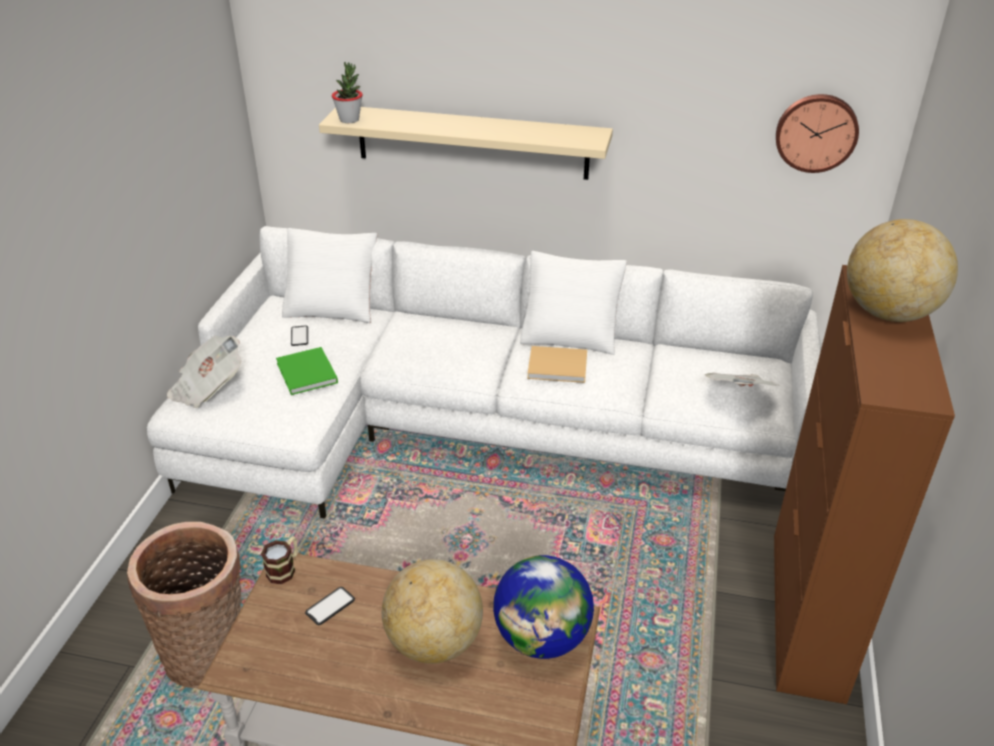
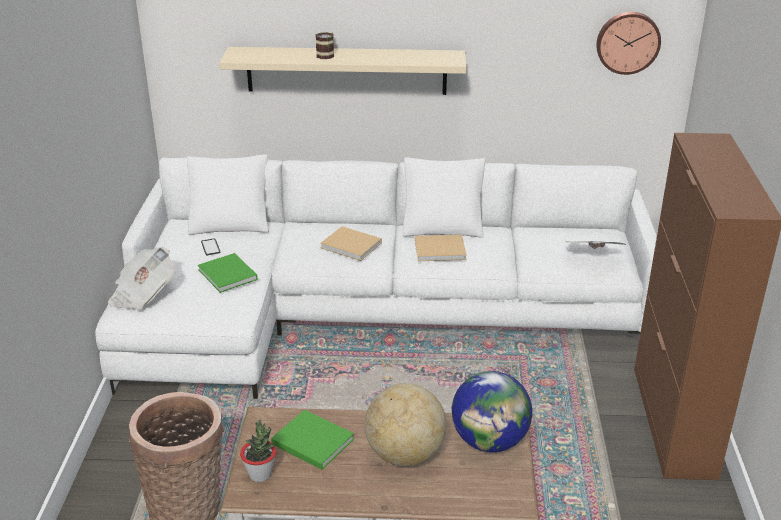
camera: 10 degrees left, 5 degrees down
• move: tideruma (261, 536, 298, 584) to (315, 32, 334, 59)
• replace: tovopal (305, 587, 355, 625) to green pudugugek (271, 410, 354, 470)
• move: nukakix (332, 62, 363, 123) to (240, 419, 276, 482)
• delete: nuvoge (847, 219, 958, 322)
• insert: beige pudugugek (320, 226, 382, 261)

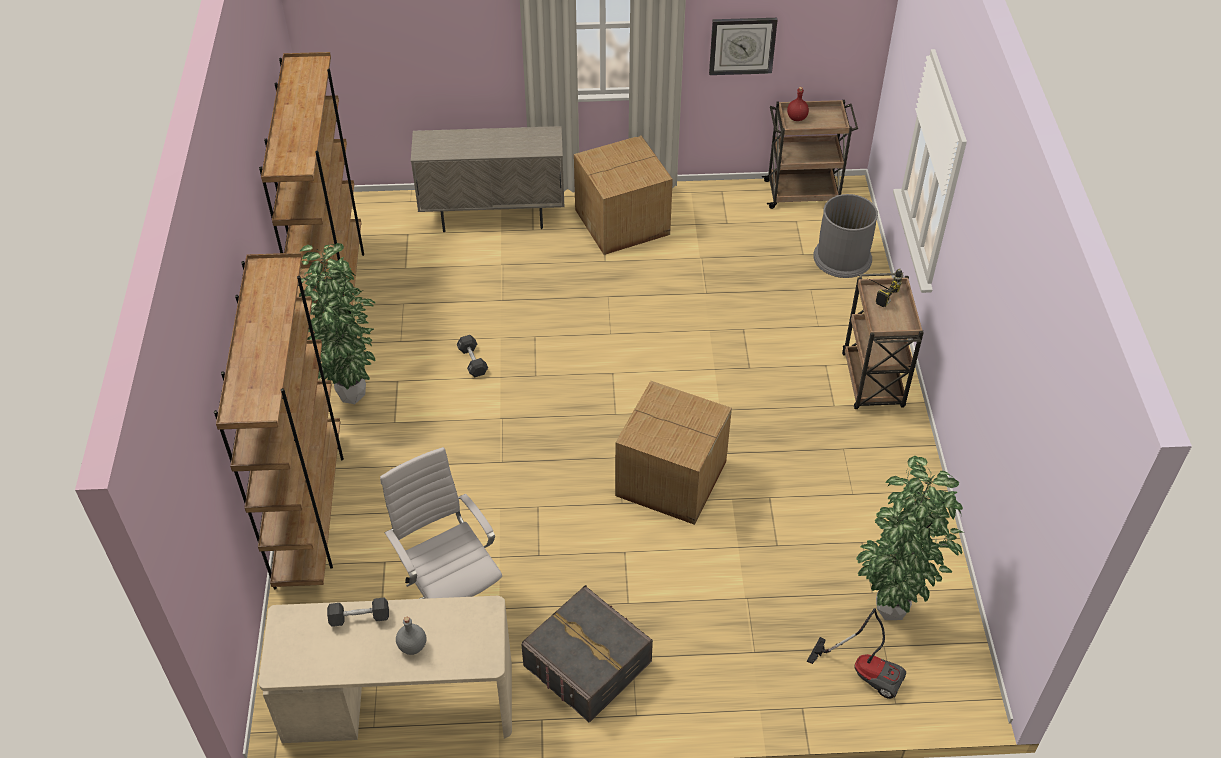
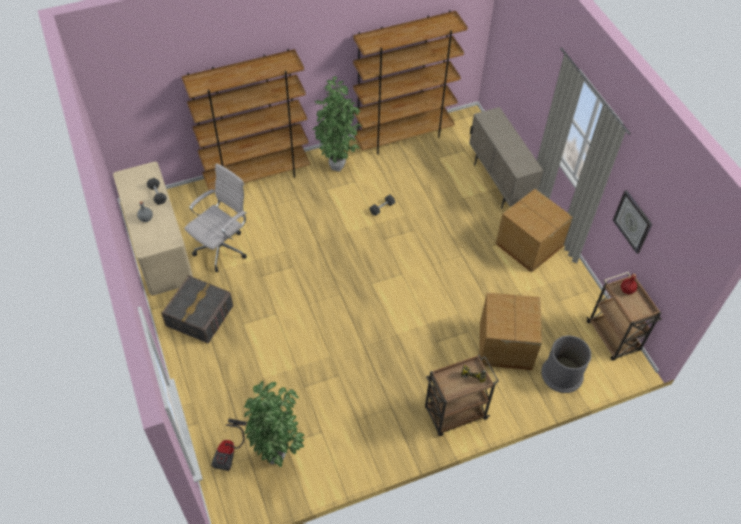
camera: 70 degrees right, 5 degrees up
• move: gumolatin (615, 381, 732, 525) to (480, 292, 542, 370)

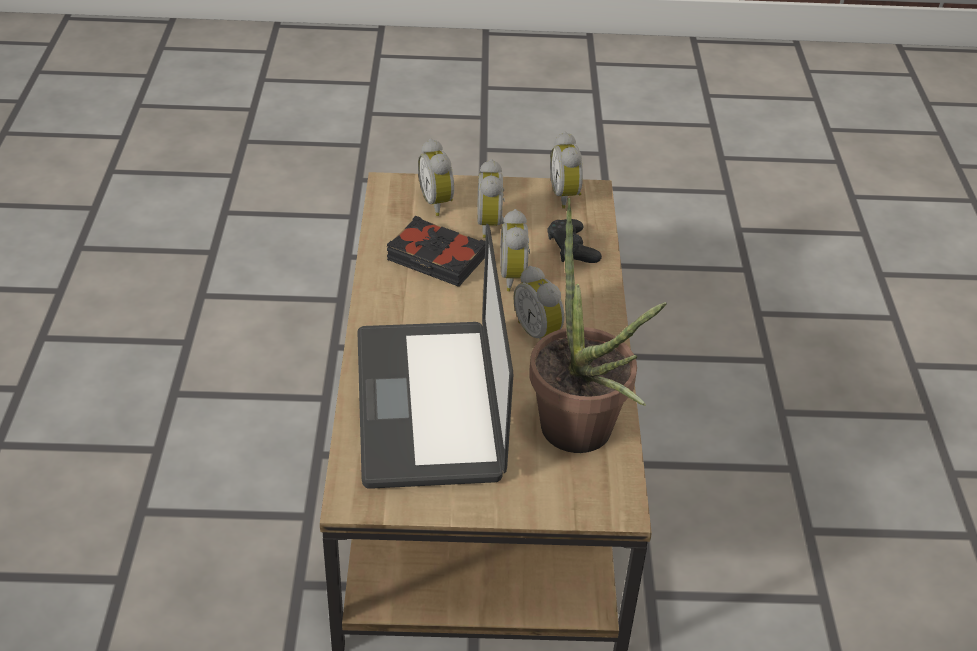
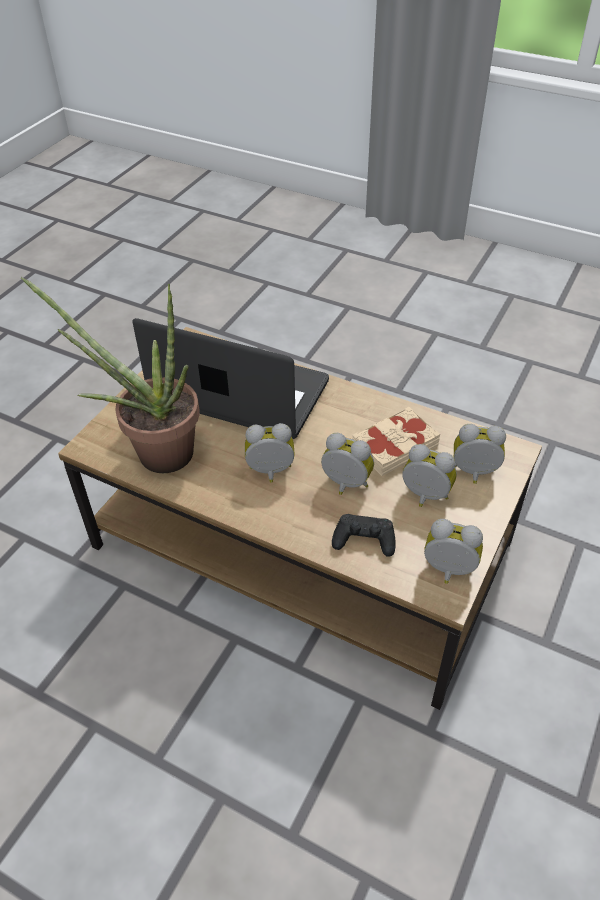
camera: 120 degrees right, 5 degrees up
• recolor: black pudugugek (387, 216, 485, 287) to beige pudugugek (352, 407, 440, 476)

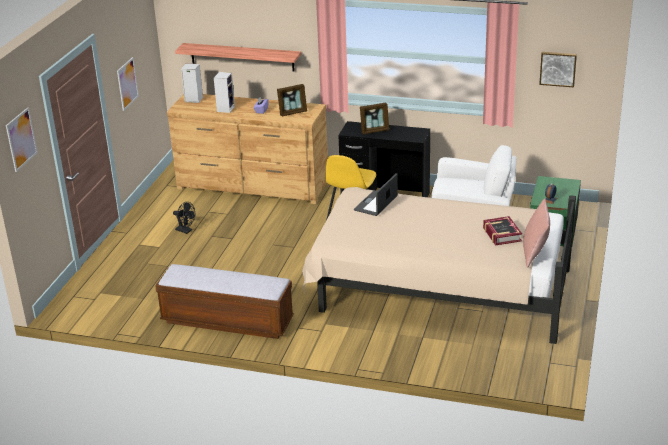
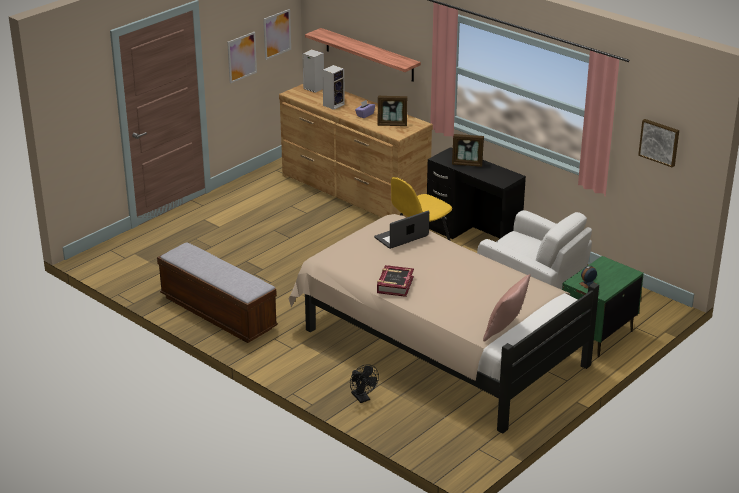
camera: 25 degrees right, 0 degrees up
• move: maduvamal (6, 107, 38, 172) to (263, 9, 291, 60)
• move: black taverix (173, 202, 195, 234) to (350, 364, 379, 403)
• move: pudugugek (483, 216, 522, 246) to (377, 265, 414, 297)

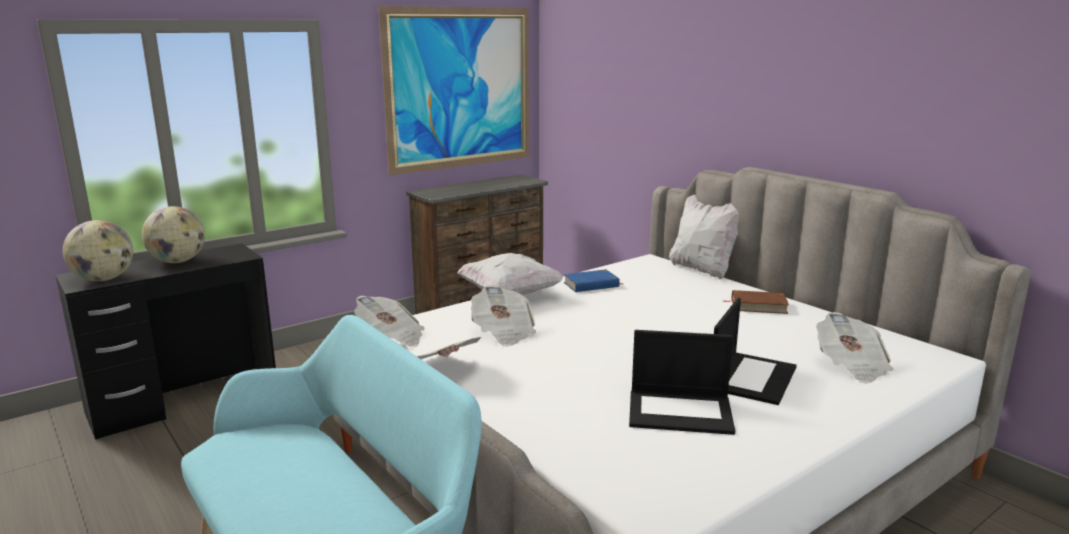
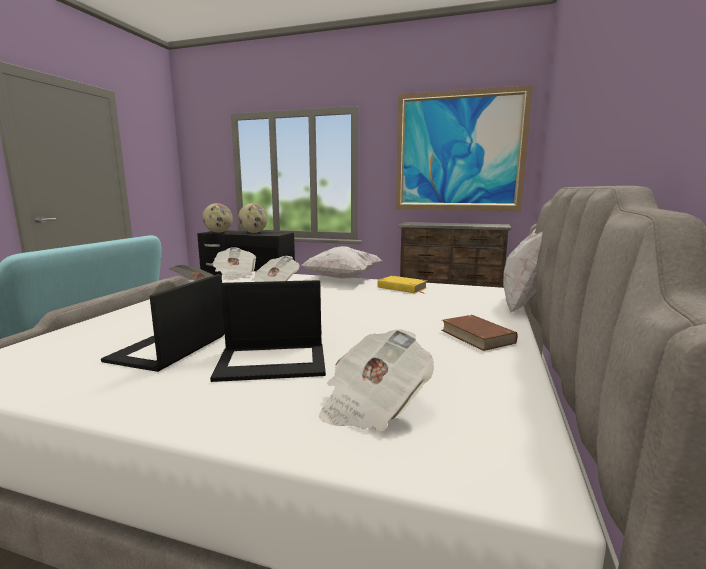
camera: 55 degrees right, 5 degrees down
• recolor: blue pudugugek (563, 269, 623, 292) to yellow pudugugek (377, 276, 427, 294)
• rotate: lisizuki (629, 330, 735, 435) = (101, 274, 225, 372) 45 degrees clockwise

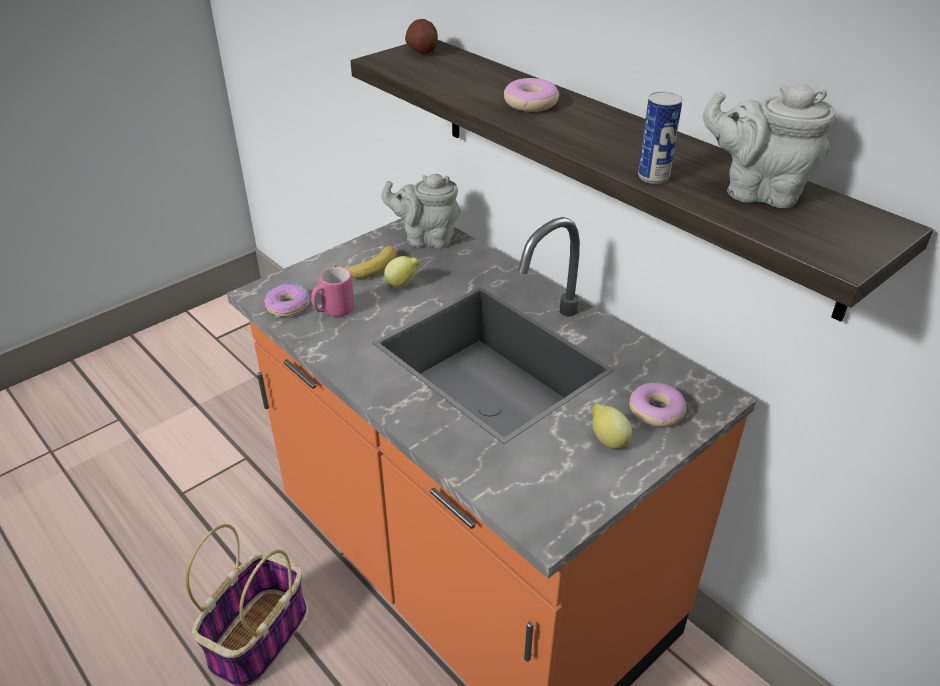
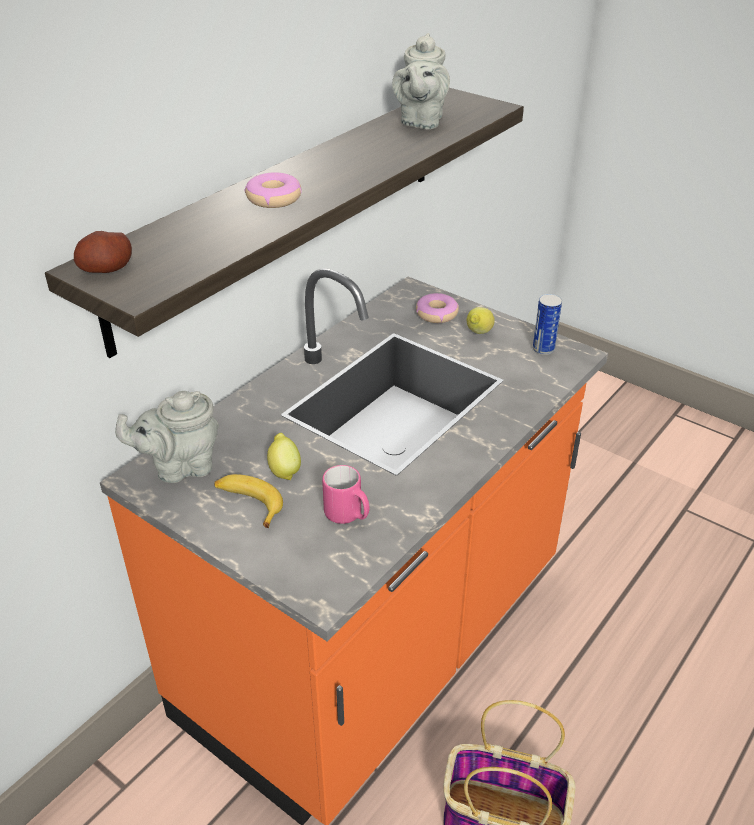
camera: 100 degrees left, 0 degrees up
• delete: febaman (264, 283, 310, 317)
• rotate: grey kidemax (381, 174, 461, 248) = (115, 391, 219, 483) 75 degrees clockwise
• move: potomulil (638, 92, 683, 184) to (533, 294, 562, 355)

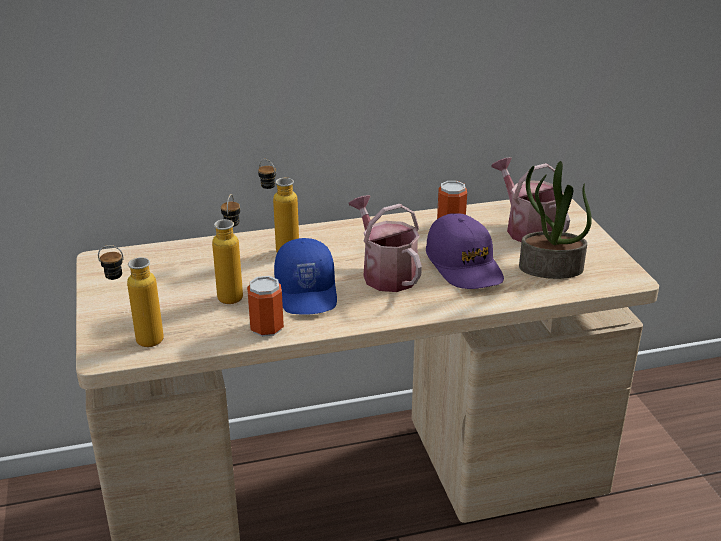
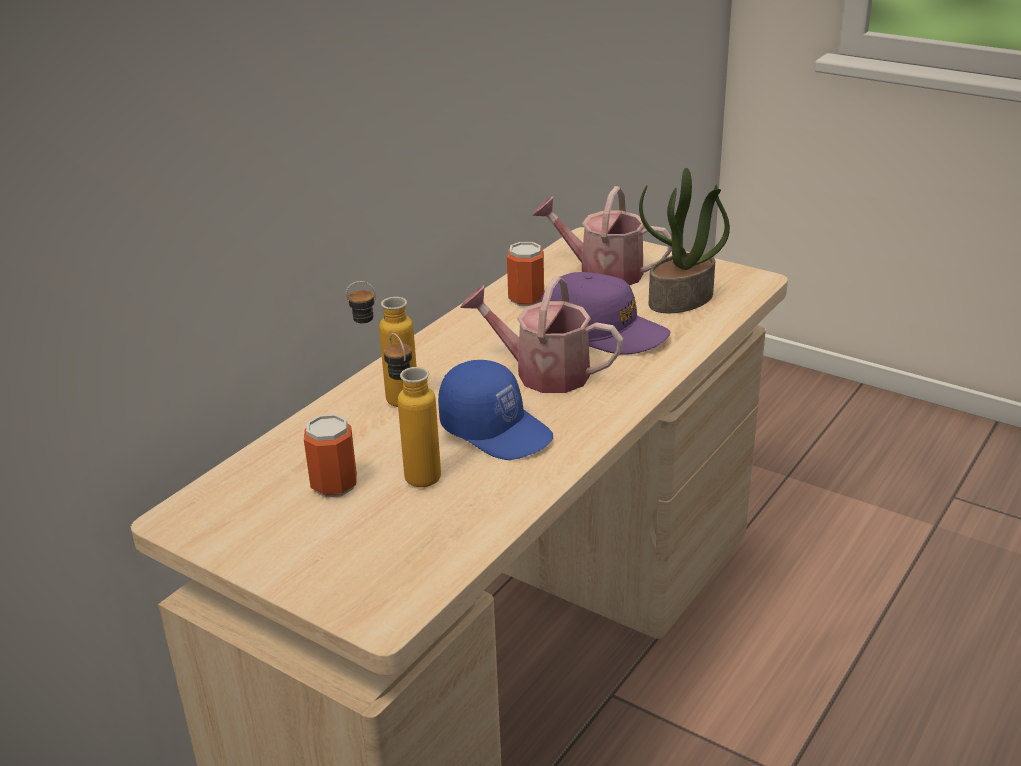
camera: 40 degrees left, 0 degrees up
• delete: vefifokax (98, 245, 164, 347)
• move: potomulil (247, 276, 284, 337) to (304, 414, 357, 498)

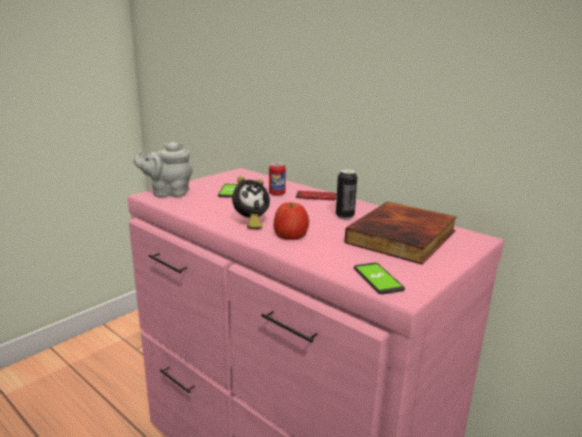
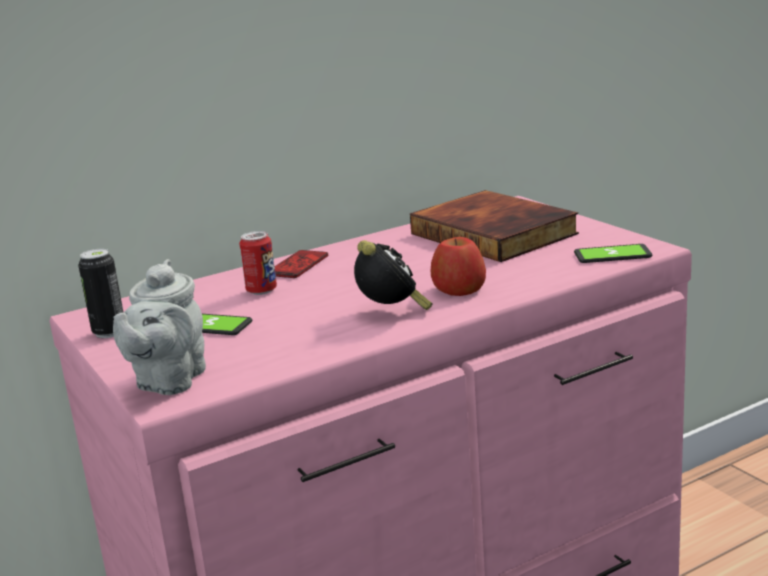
camera: 70 degrees left, 0 degrees up
• move: potomulil (336, 169, 357, 219) to (78, 249, 124, 338)

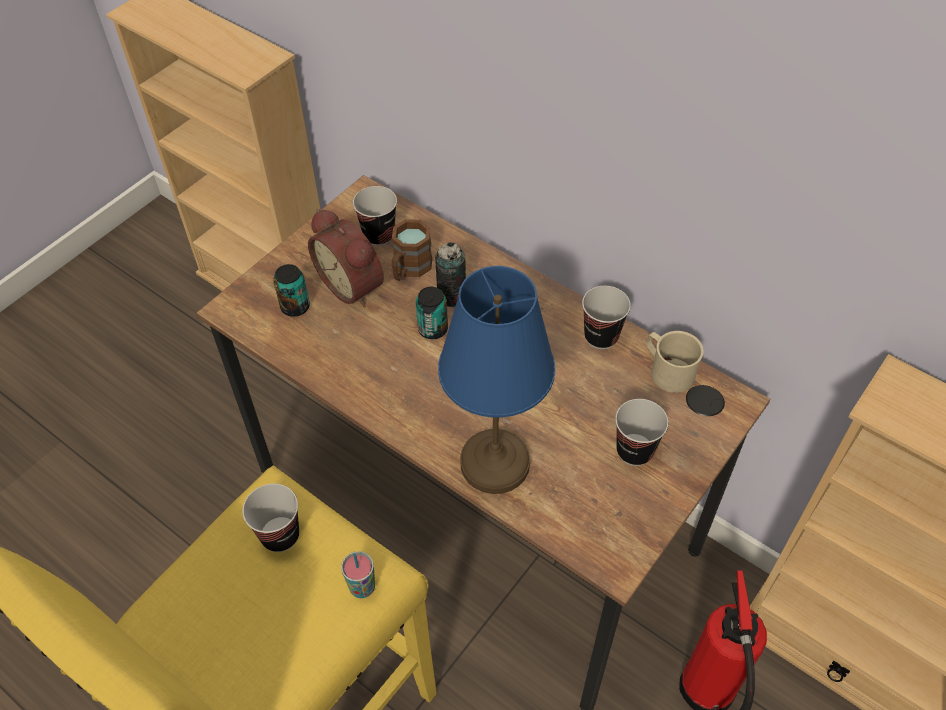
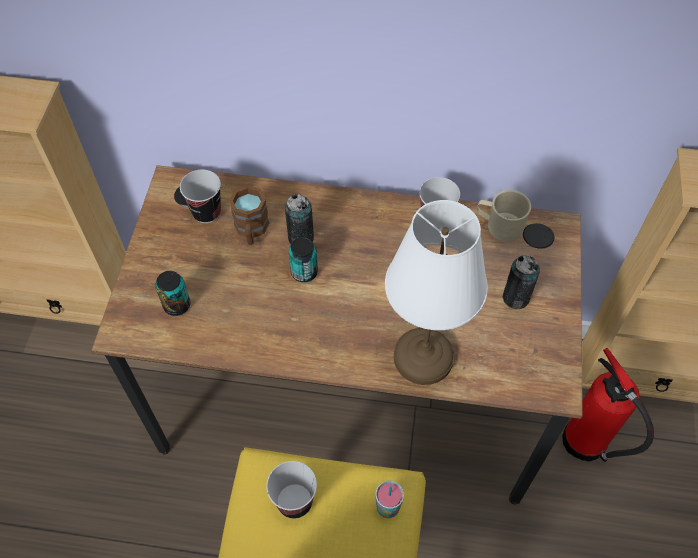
camera: 30 degrees left, 5 degrees up
• delete: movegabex (308, 209, 384, 307)
• recolor: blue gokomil (438, 266, 555, 494) to white gokomil (385, 200, 488, 385)
• replace: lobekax (615, 399, 668, 466) to potomulil (503, 255, 540, 309)

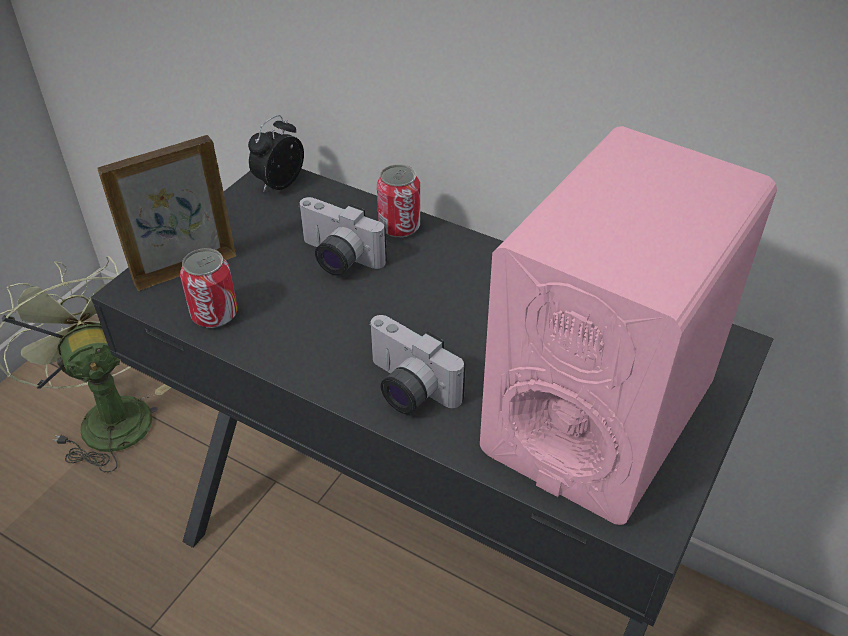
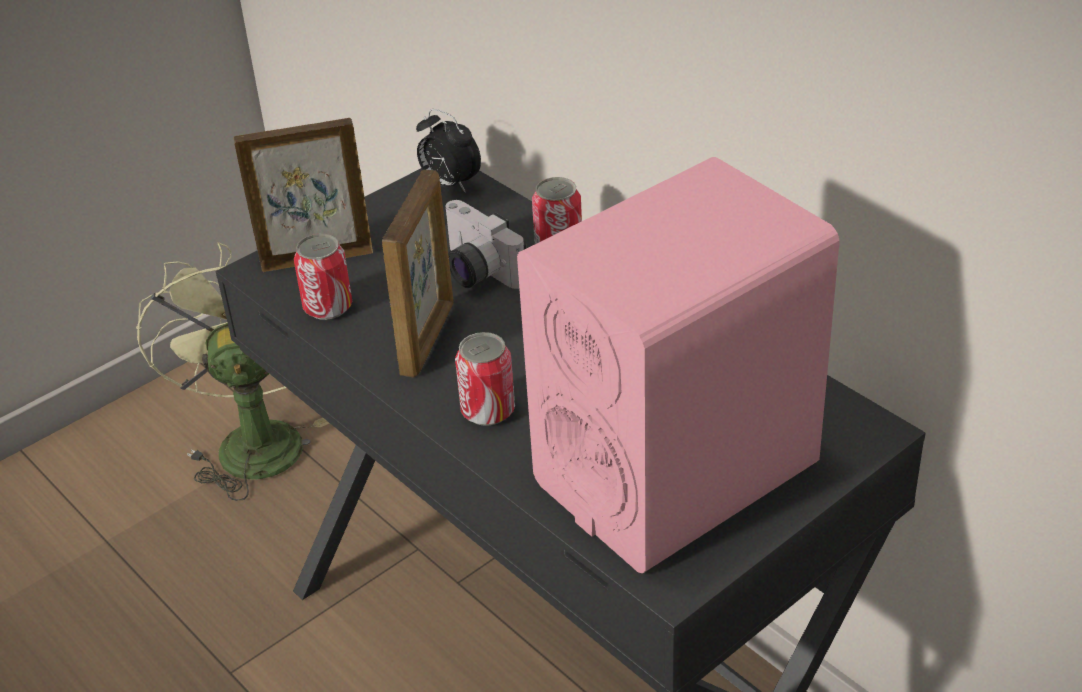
camera: 20 degrees right, 5 degrees down
• rotate: movegabex (248, 115, 304, 192) = (416, 109, 481, 193) 105 degrees counterclockwise
• replace: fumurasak (369, 315, 466, 414) to potomulil (455, 332, 515, 426)
• insert: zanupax (382, 170, 454, 378)

